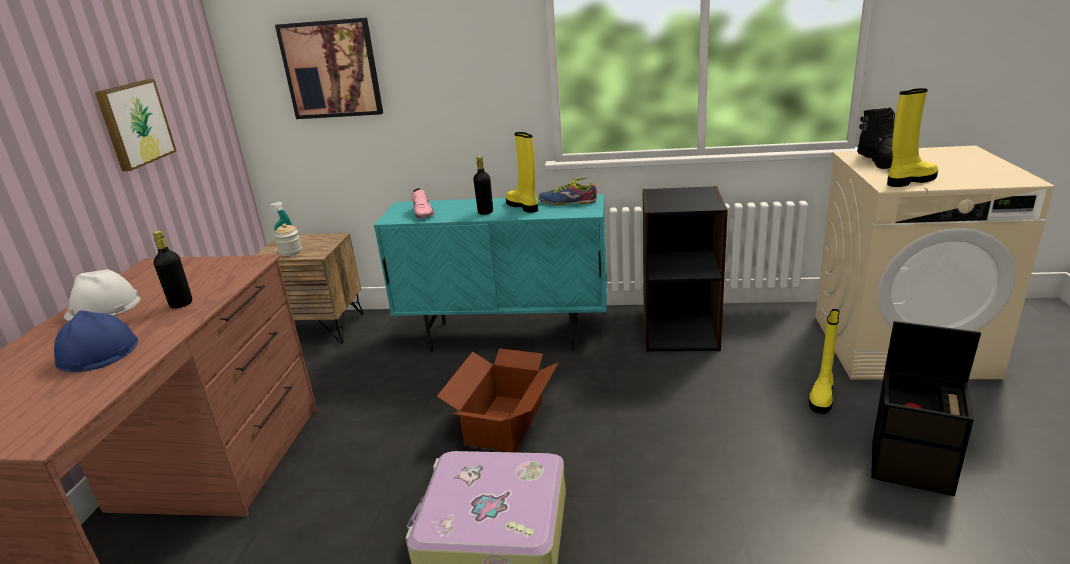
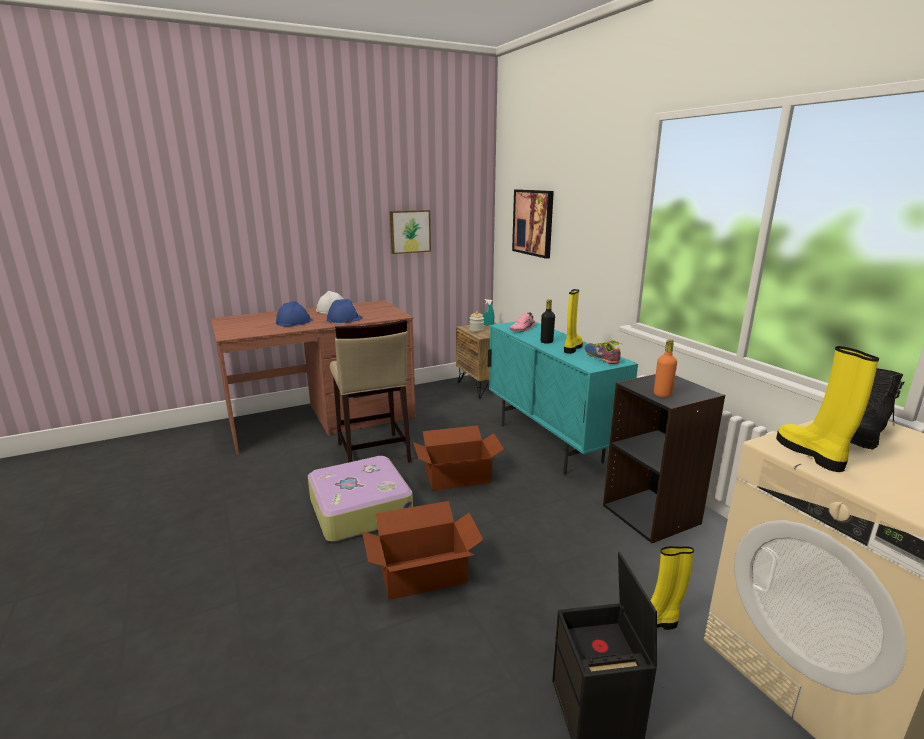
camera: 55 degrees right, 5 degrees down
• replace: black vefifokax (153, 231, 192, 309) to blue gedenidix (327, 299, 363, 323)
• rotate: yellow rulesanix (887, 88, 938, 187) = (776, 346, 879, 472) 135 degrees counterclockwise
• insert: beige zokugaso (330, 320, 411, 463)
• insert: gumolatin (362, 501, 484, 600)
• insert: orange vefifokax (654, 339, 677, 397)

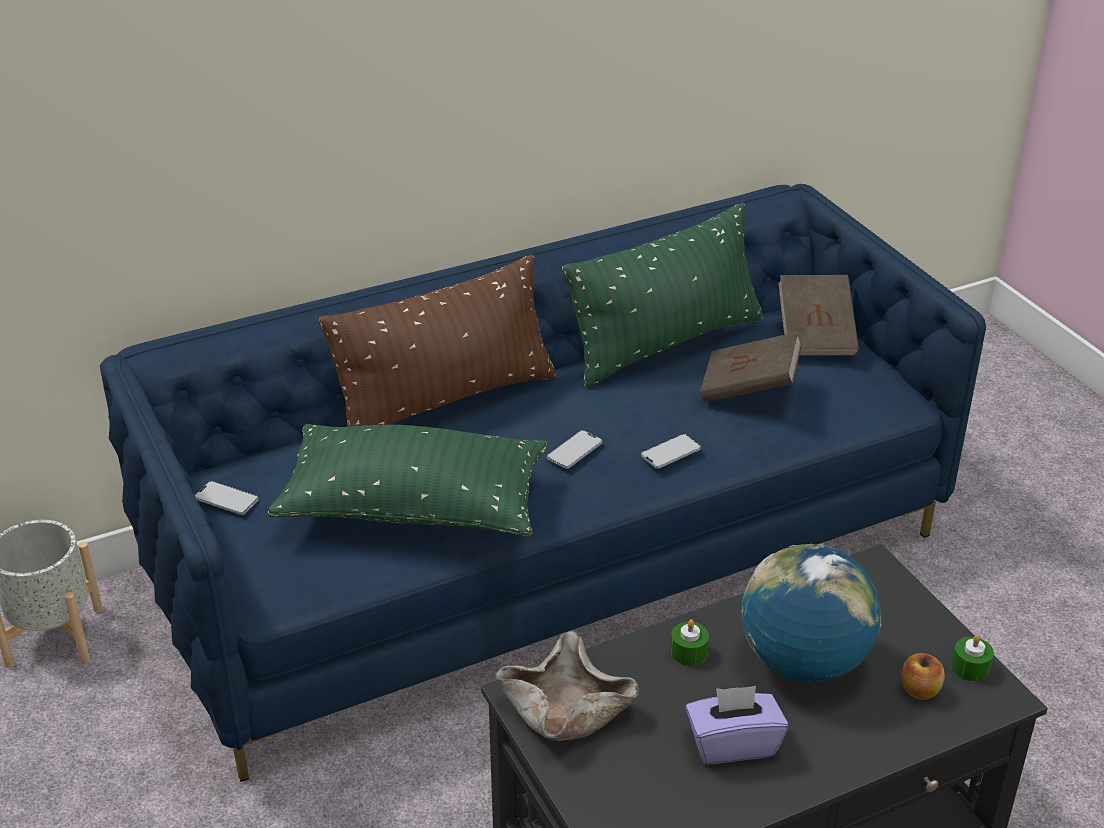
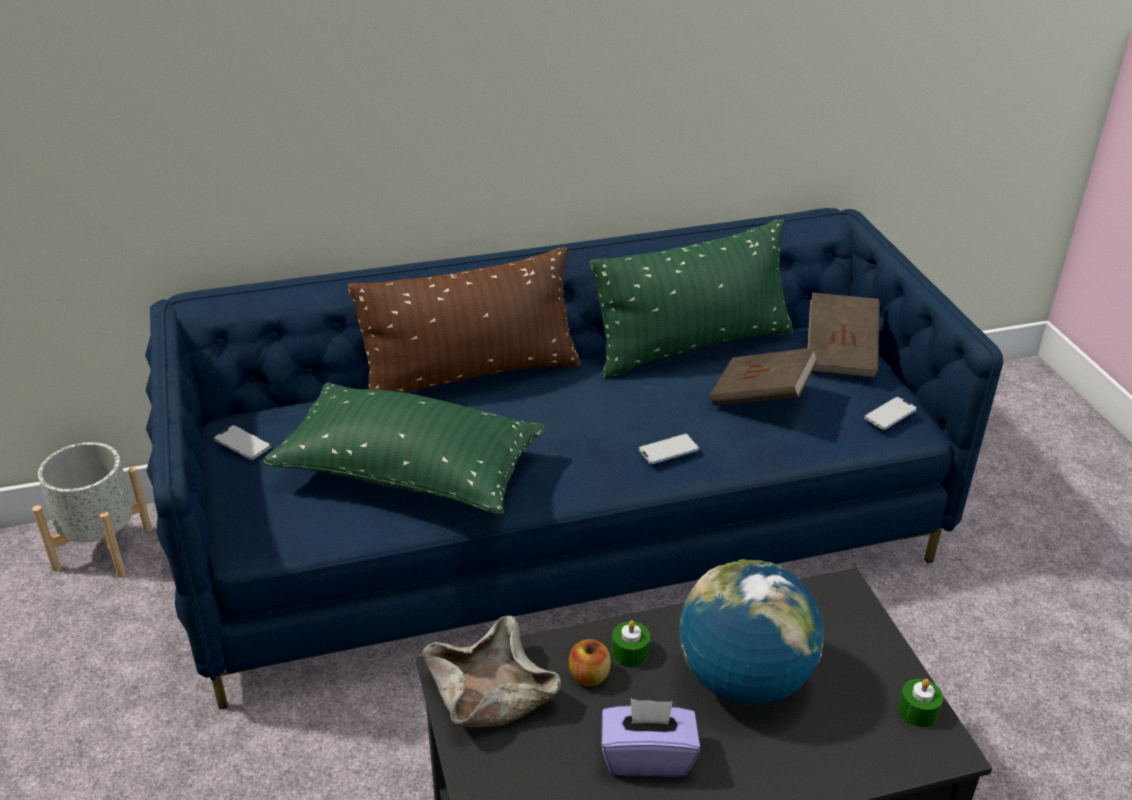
camera: 10 degrees right, 0 degrees up
• move: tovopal (547, 430, 602, 469) to (864, 397, 917, 430)
• move: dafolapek (901, 653, 945, 700) to (569, 639, 611, 686)

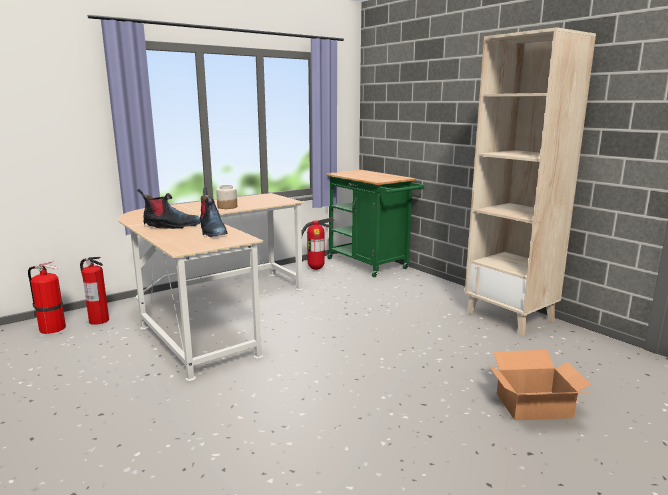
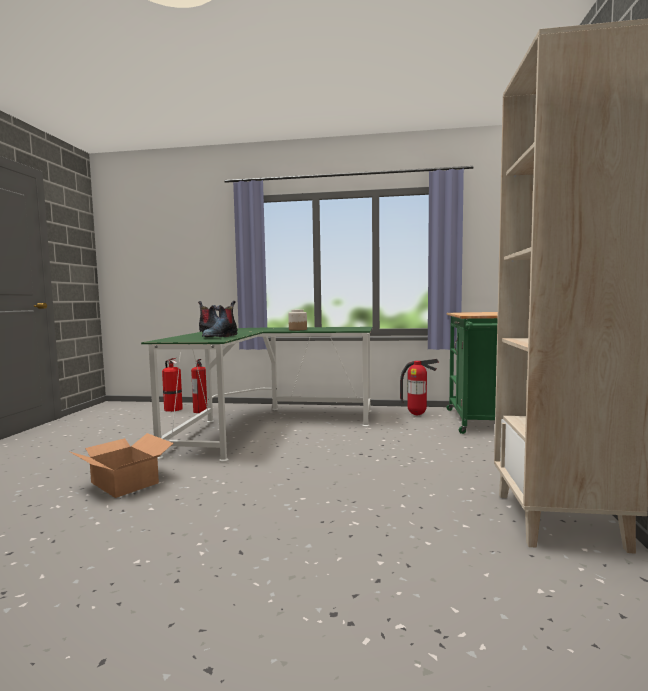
camera: 45 degrees right, 10 degrees down
• recolor: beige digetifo (118, 193, 304, 381) to green digetifo (141, 327, 372, 462)
• move: gumolatin (488, 350, 591, 420) to (70, 433, 173, 498)

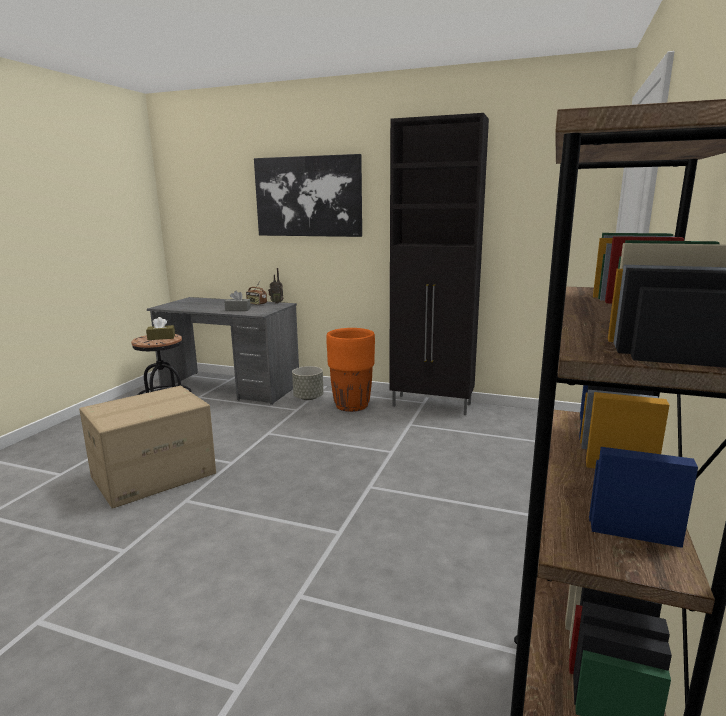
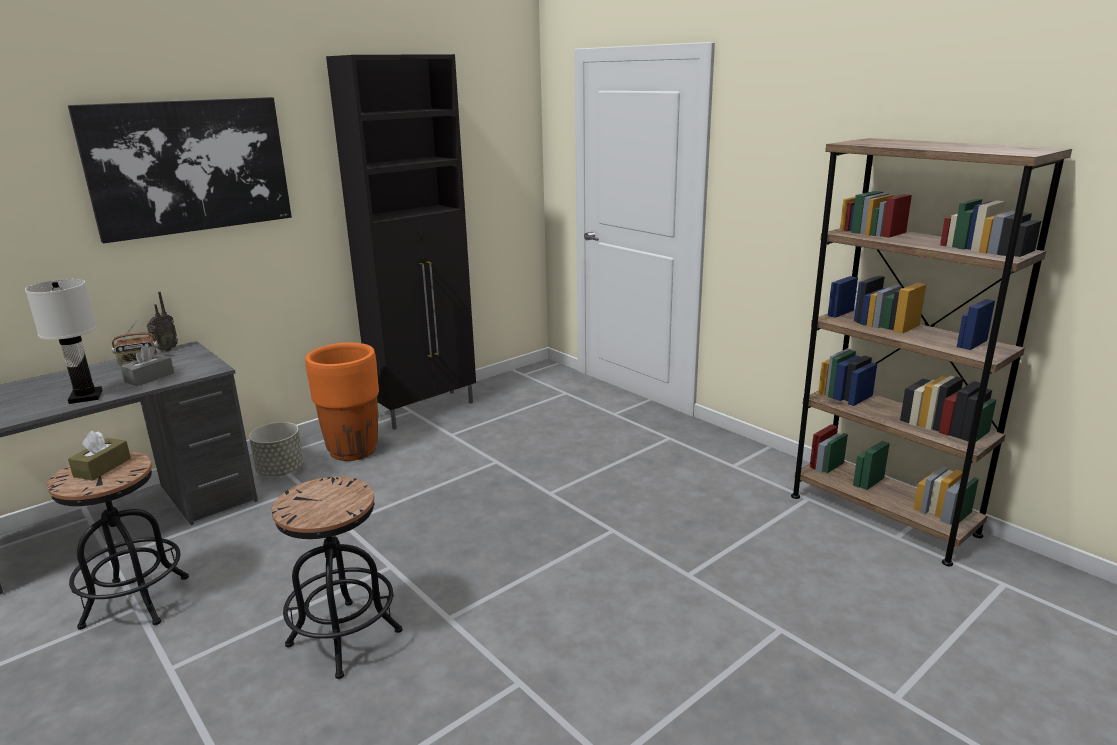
camera: 60 degrees left, 5 degrees up
• replace: gumolatin (79, 386, 216, 509) to black zokugaso (272, 477, 403, 679)
• insert: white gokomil (25, 279, 103, 404)

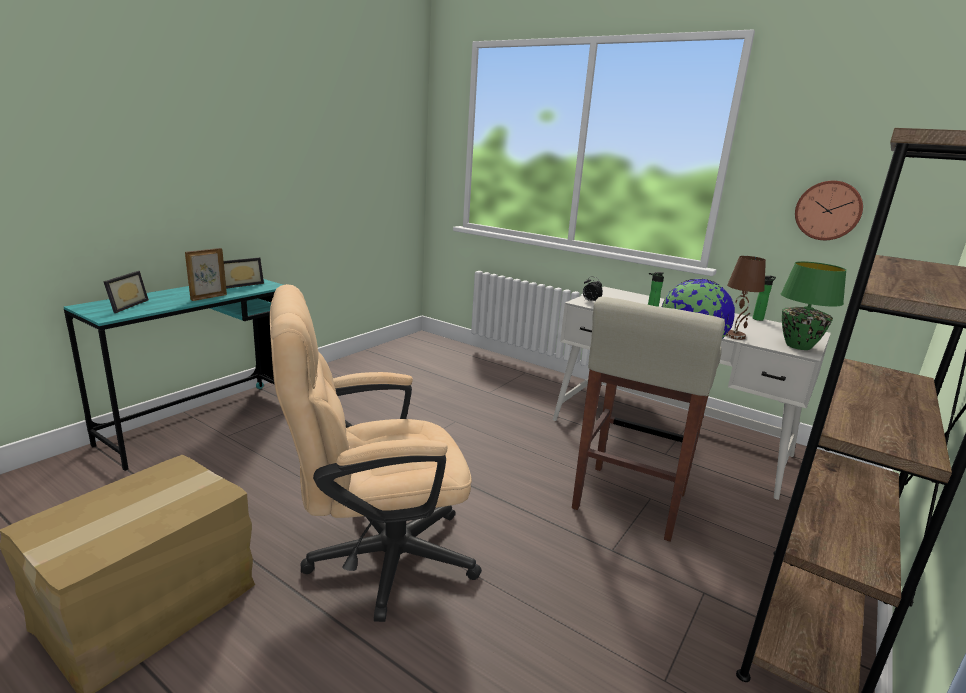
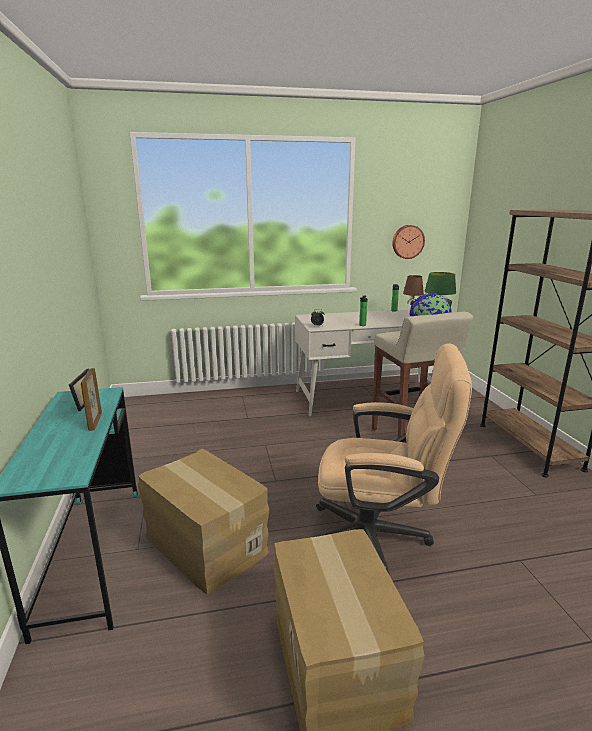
camera: 45 degrees left, 0 degrees up
• delete: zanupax (103, 271, 149, 313)
• rotate: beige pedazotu (270, 284, 482, 622) = (316, 343, 472, 575) 105 degrees counterclockwise
• insert: gumolatin (138, 448, 269, 595)

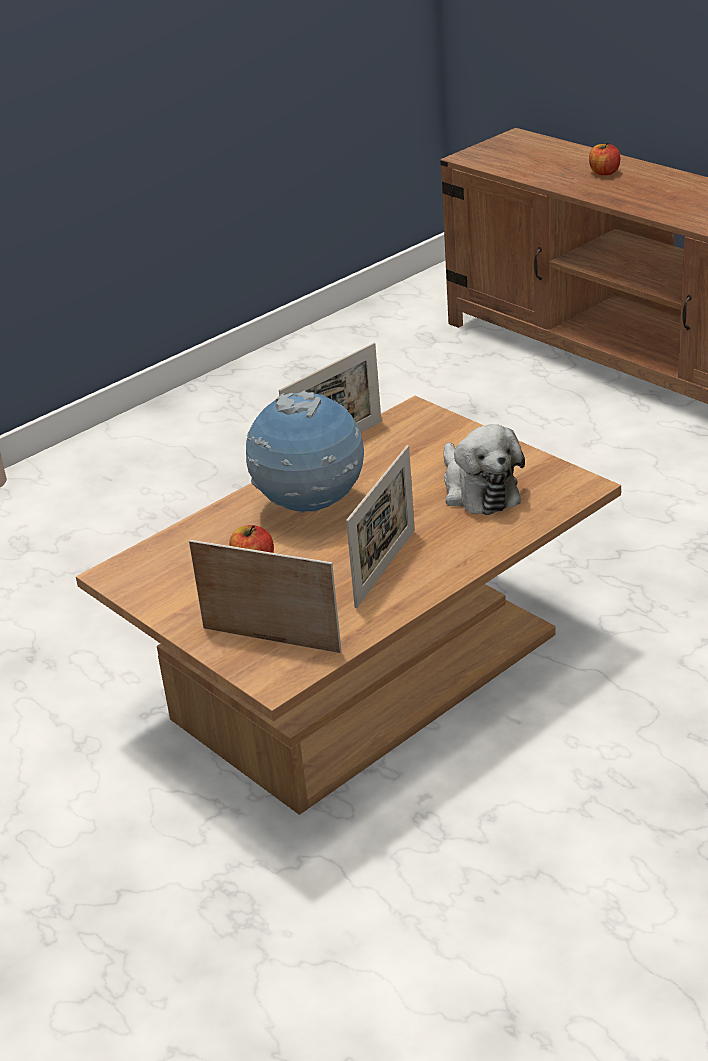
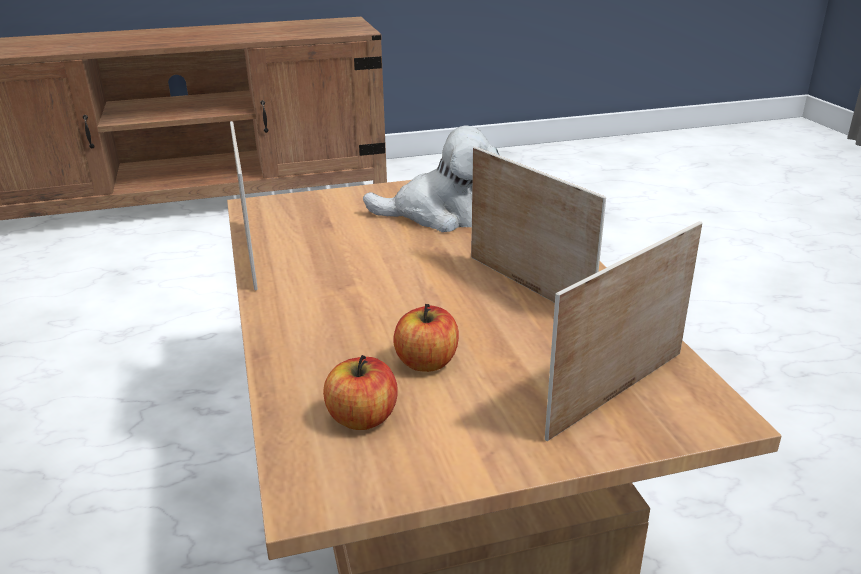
camera: 65 degrees left, 5 degrees down
• delete: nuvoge (246, 391, 364, 513)
• move: dafolapek (589, 142, 620, 175) to (323, 355, 398, 430)

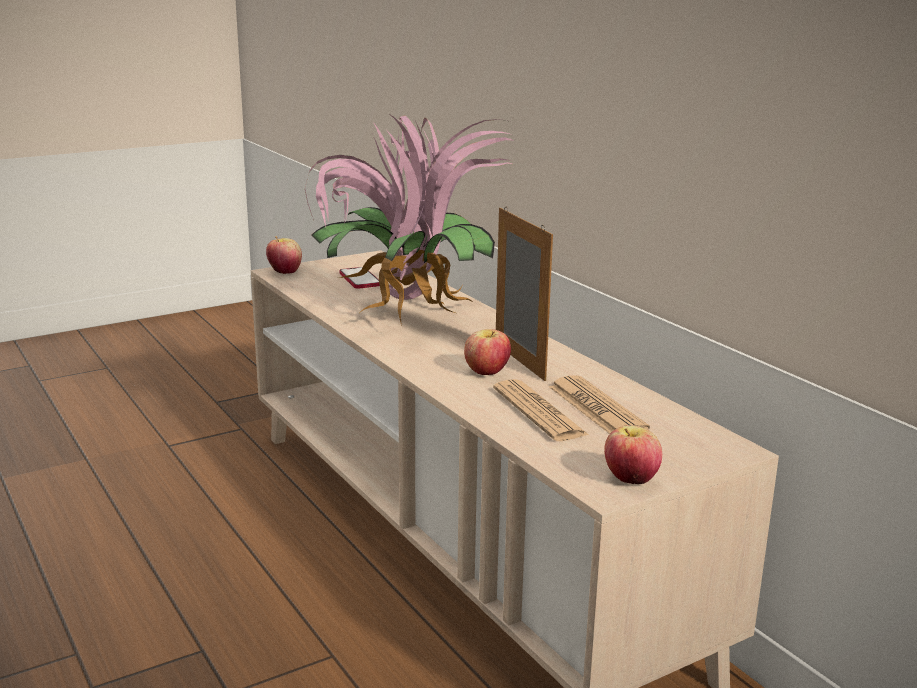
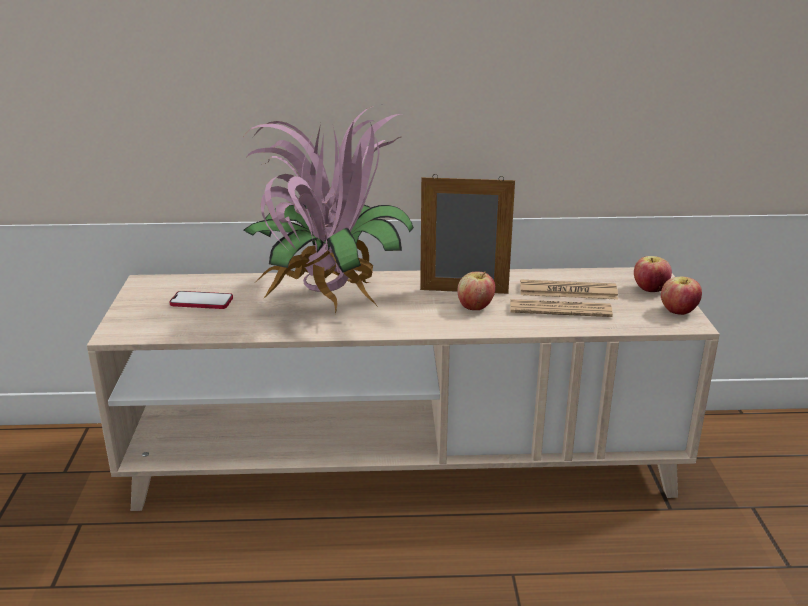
camera: 60 degrees left, 5 degrees up
• move: dafolapek (266, 236, 302, 274) to (634, 256, 672, 292)

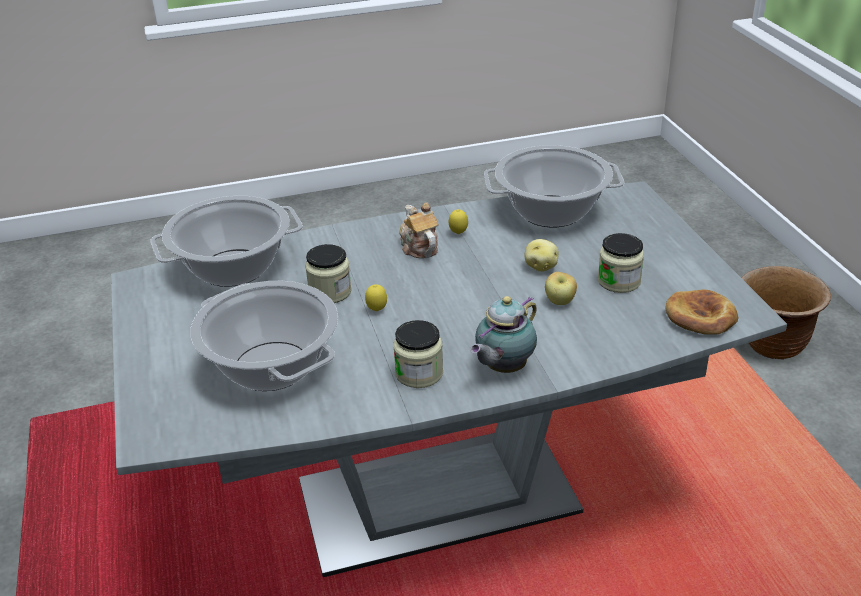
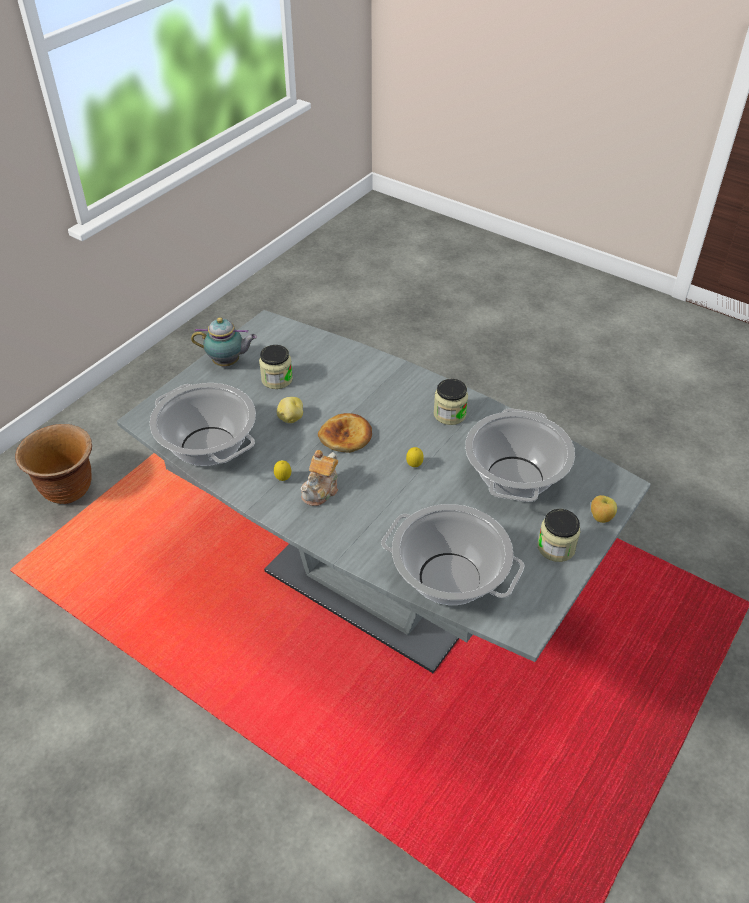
camera: 130 degrees left, 10 degrees up
• move: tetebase (305, 244, 352, 303) to (537, 509, 581, 562)
• move: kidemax (470, 296, 537, 373) to (191, 317, 257, 366)
• move: dafolapek (545, 272, 577, 305) to (591, 495, 617, 523)
• move: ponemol (665, 290, 739, 335) to (318, 413, 372, 453)

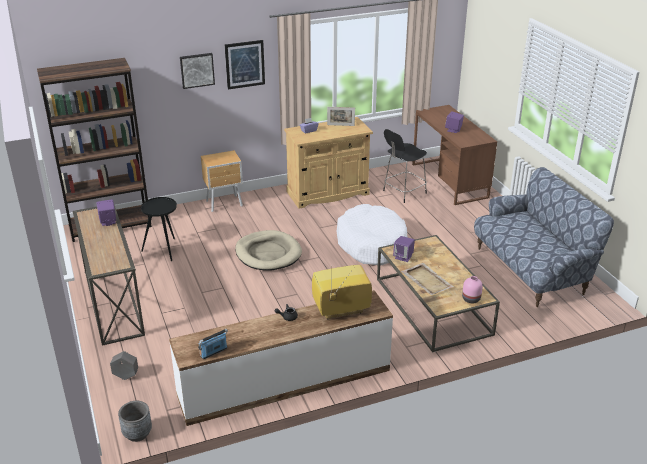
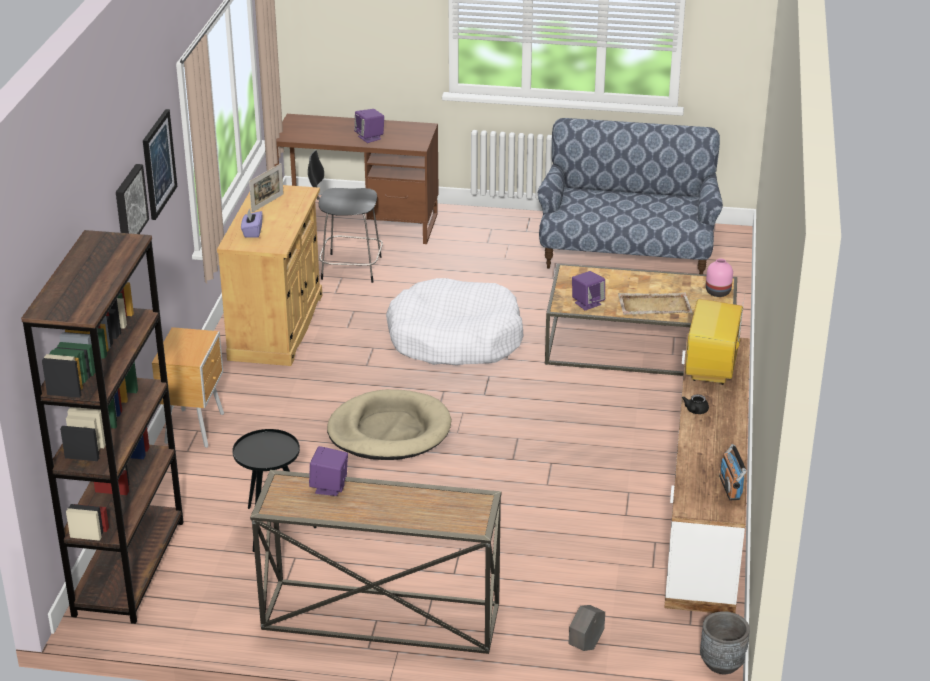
camera: 60 degrees left, 0 degrees up
• rotate: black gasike (383, 129, 427, 203) = (308, 150, 383, 283) 105 degrees clockwise

